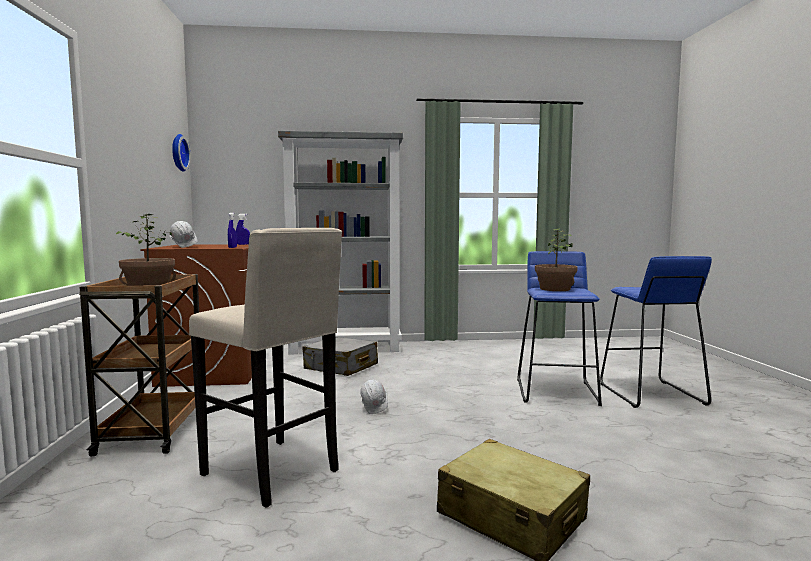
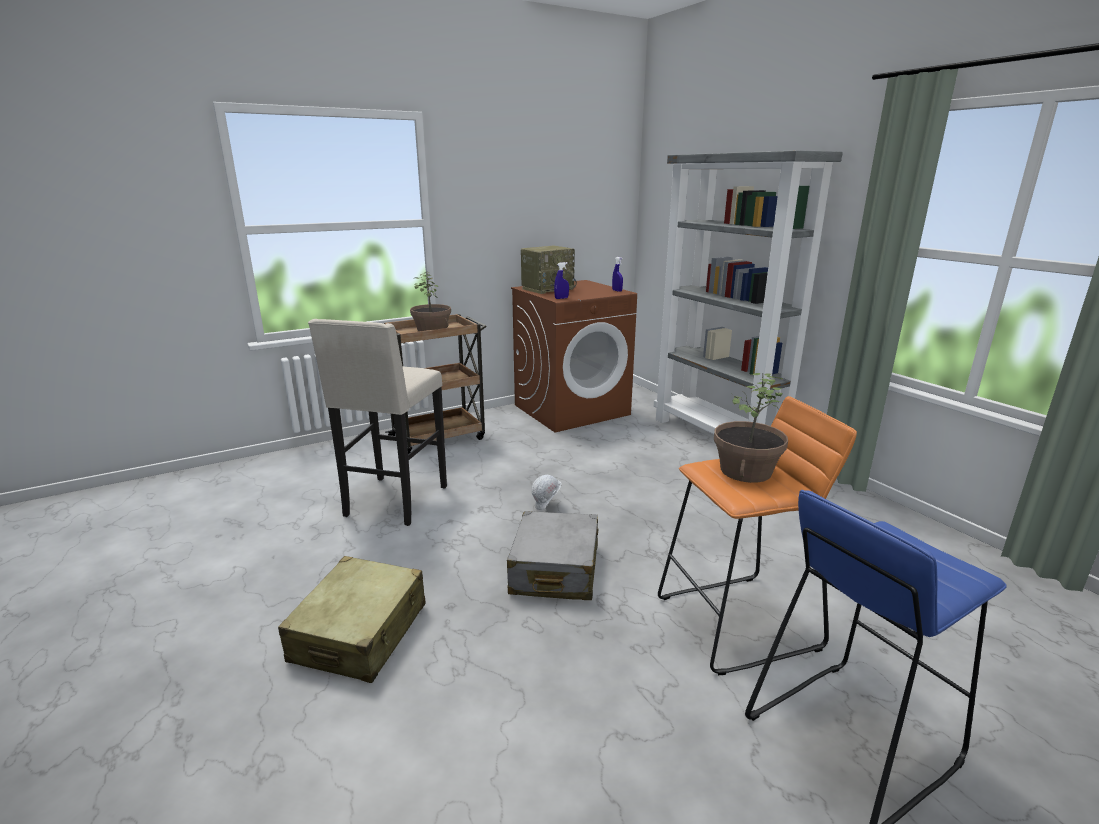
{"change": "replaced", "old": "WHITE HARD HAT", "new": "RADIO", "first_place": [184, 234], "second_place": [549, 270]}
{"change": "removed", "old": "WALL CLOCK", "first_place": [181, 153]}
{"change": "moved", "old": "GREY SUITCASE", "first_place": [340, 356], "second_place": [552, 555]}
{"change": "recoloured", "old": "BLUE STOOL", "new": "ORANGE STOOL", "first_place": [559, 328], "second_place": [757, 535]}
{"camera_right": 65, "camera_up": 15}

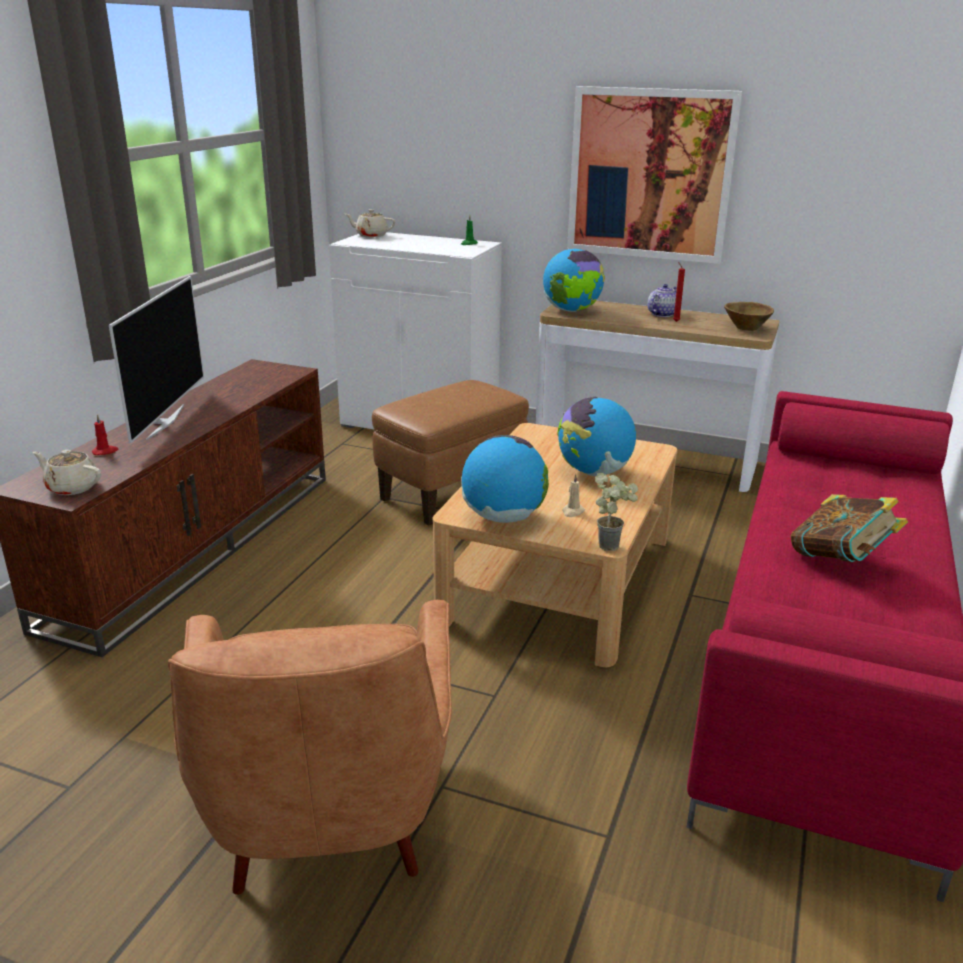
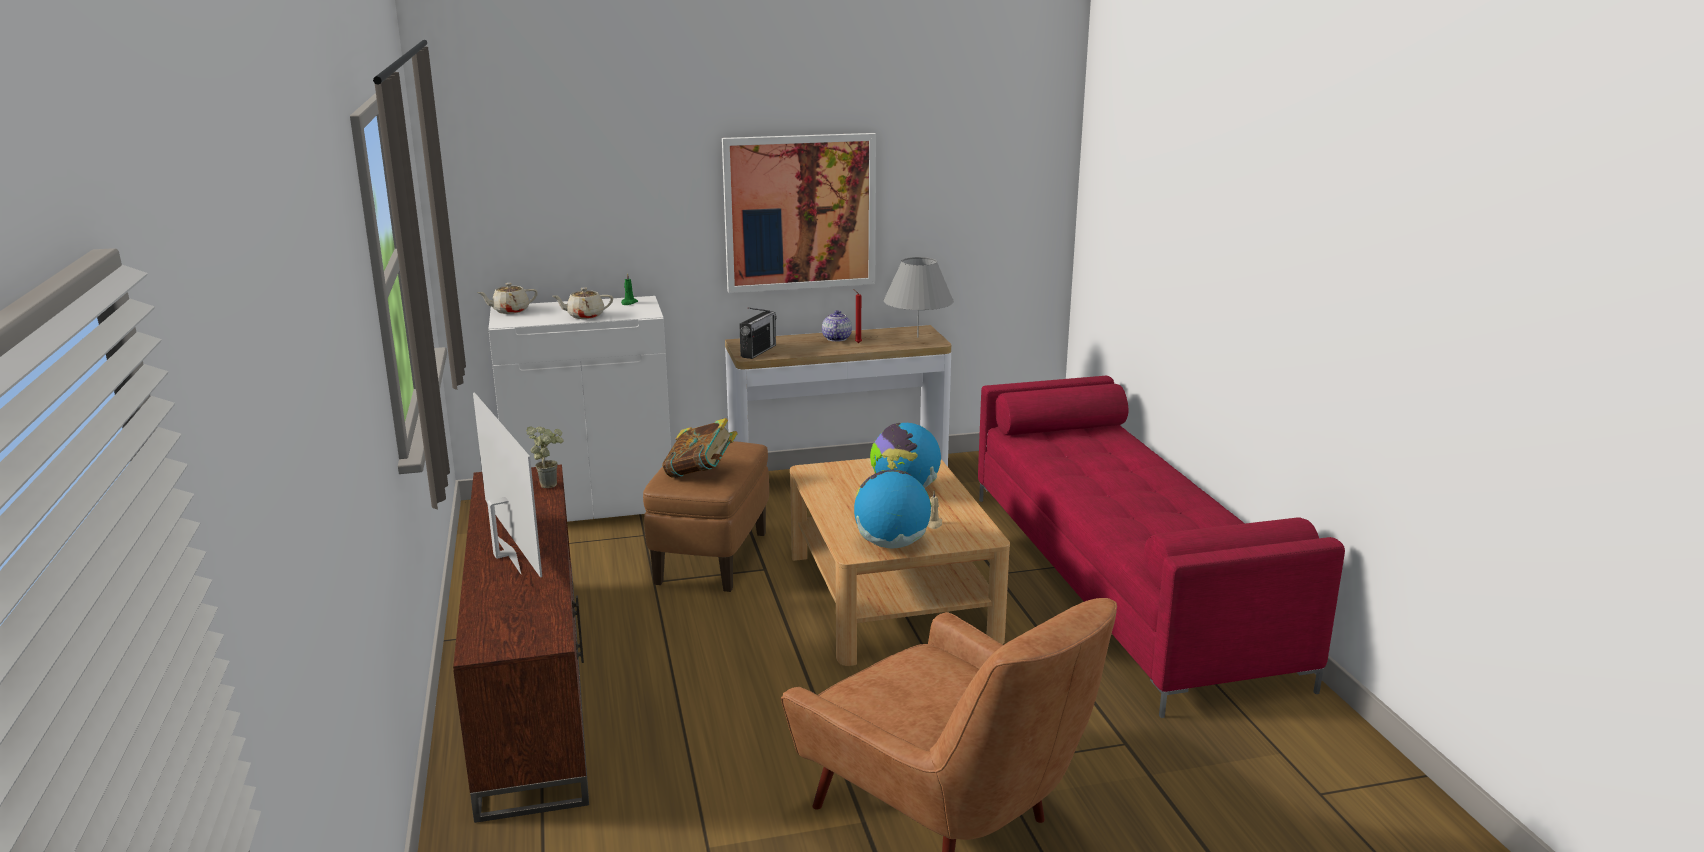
{"change": "moved", "old": "BEIGE TEAPOT", "first_place": [67, 472], "second_place": [583, 303]}
{"change": "removed", "old": "RED CANDLE", "first_place": [105, 434]}
{"change": "replaced", "old": "GLOBE", "new": "RADIO", "first_place": [574, 280], "second_place": [758, 333]}
{"change": "moved", "old": "POTTED PLANT", "first_place": [616, 512], "second_place": [544, 457]}
{"change": "replaced", "old": "BROWN BOWL", "new": "GREY TABLE LAMP", "first_place": [749, 316], "second_place": [918, 297]}
{"change": "moved", "old": "BOOK", "first_place": [849, 528], "second_place": [700, 448]}
{"camera_right": -35, "camera_up": -5}

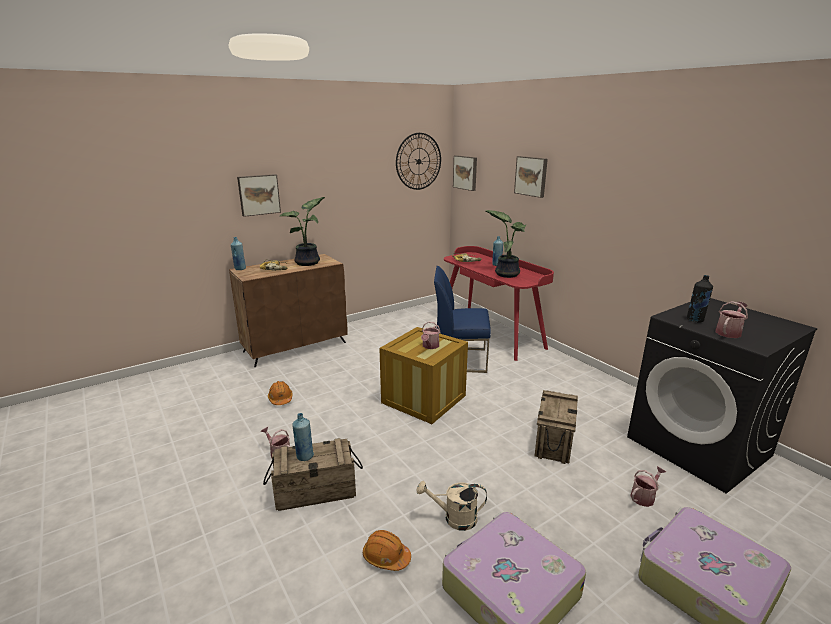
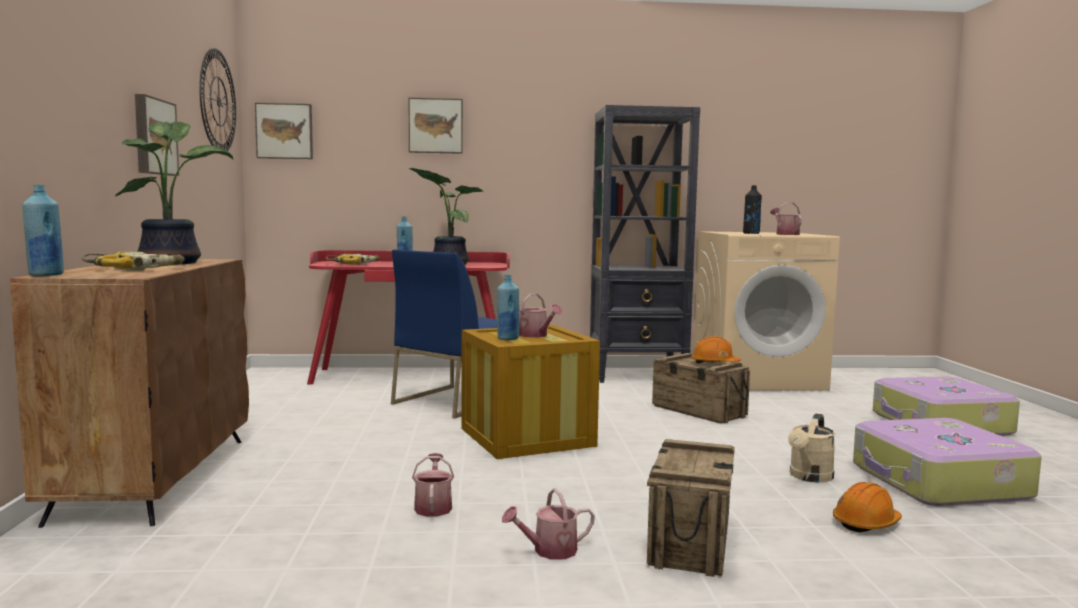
{"change": "moved", "old": "PICTURE", "first_place": [259, 195], "second_place": [157, 135]}
{"change": "moved", "old": "ORANGE HARD HAT", "first_place": [280, 393], "second_place": [716, 349]}
{"change": "moved", "old": "BLUE BOTTLE", "first_place": [303, 437], "second_place": [508, 307]}
{"change": "recoloured", "old": "BLACK WASHING MACHINE", "new": "BEIGE WASHING MACHINE", "first_place": [722, 396], "second_place": [767, 310]}
{"change": "moved", "old": "WATERING CAN", "first_place": [648, 486], "second_place": [433, 485]}
{"change": "added", "new": "BLACK BOOKCASE", "second_place": [645, 244]}
{"camera_right": -60, "camera_up": -15}

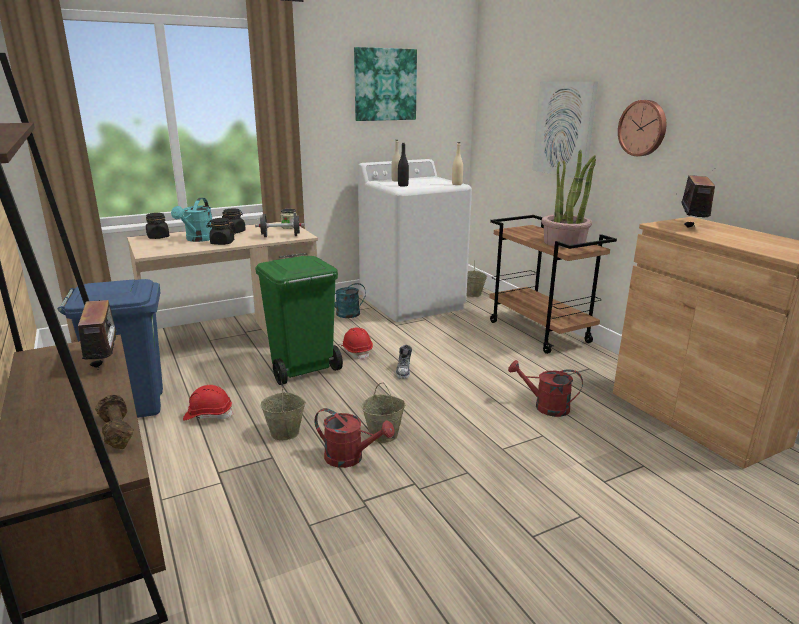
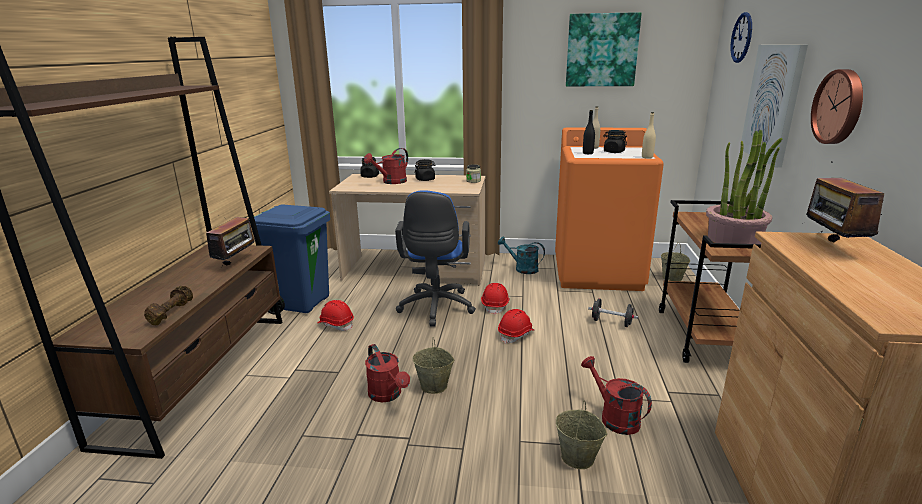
{"change": "recoloured", "old": "TURQUOISE WATERING CAN", "new": "RED WATERING CAN", "first_place": [191, 220], "second_place": [386, 166]}
{"change": "moved", "old": "BLACK JAR", "first_place": [220, 231], "second_place": [615, 141]}
{"change": "moved", "old": "BLACK DUMBBELL", "first_place": [280, 225], "second_place": [613, 312]}
{"change": "replaced", "old": "GREEN TRASH CAN", "new": "BLUE OFFICE CHAIR", "first_place": [299, 320], "second_place": [435, 258]}
{"change": "moved", "old": "BEIGE BUCKET", "first_place": [283, 410], "second_place": [581, 434]}
{"change": "recoloured", "old": "WHITE WASHING MACHINE", "new": "ORANGE WASHING MACHINE", "first_place": [415, 240], "second_place": [609, 209]}
{"change": "replaced", "old": "SHOE", "new": "RED HARD HAT", "first_place": [404, 362], "second_place": [516, 326]}
{"change": "turned", "old": "RADIO", "first_place": [695, 198], "second_place": [843, 210], "degrees": 135}
{"change": "added", "new": "WALL CLOCK", "second_place": [741, 37]}
{"camera_right": 35, "camera_up": 0}

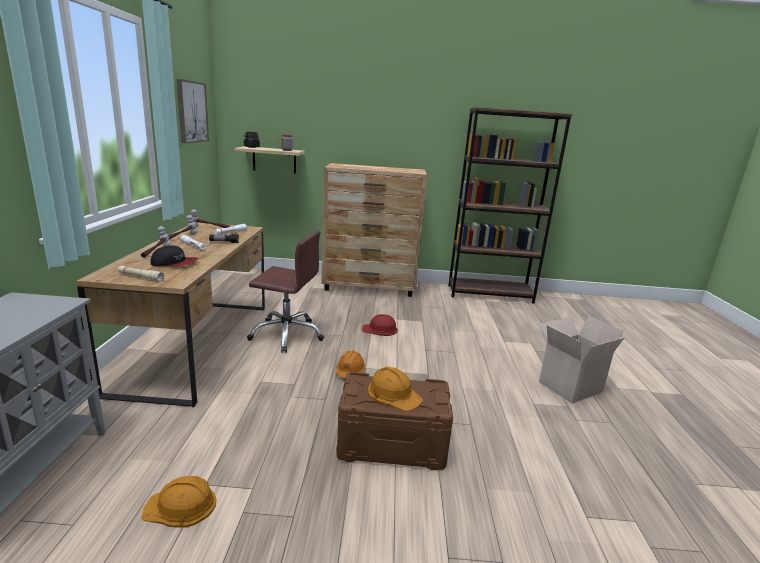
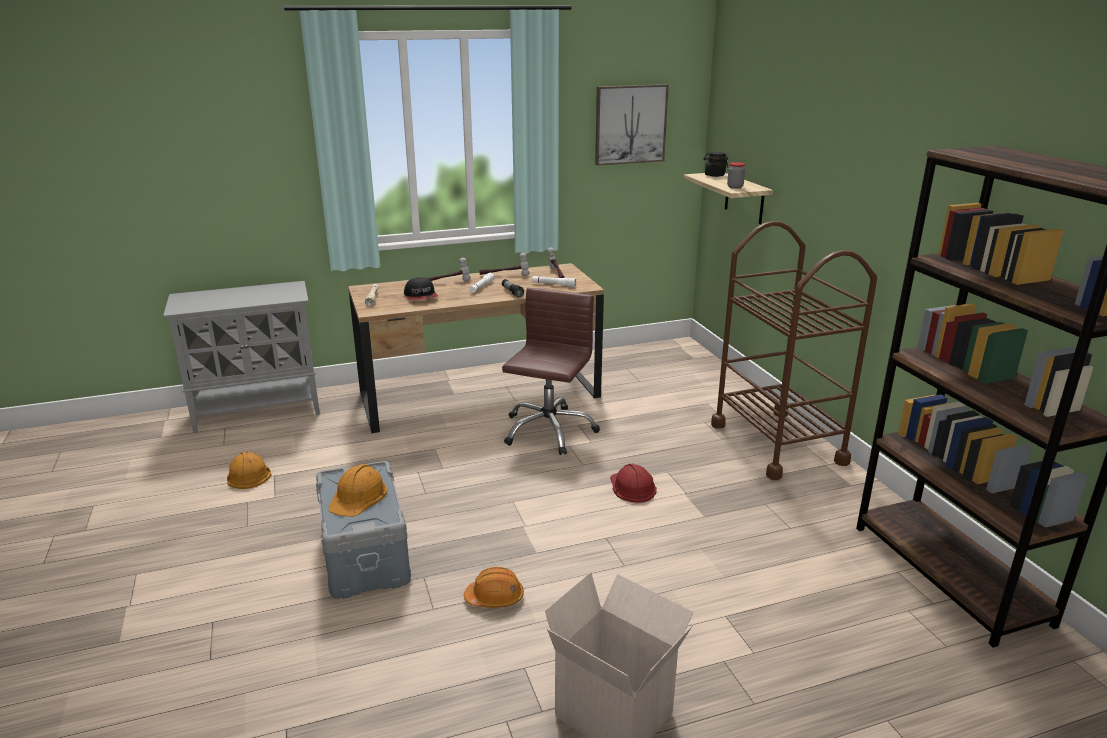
{"change": "turned", "old": "BROWN OFFICE CHAIR", "first_place": [285, 291], "second_place": [551, 371], "degrees": -150}
{"change": "replaced", "old": "BROWN DRESSER", "new": "BROWN CART", "first_place": [374, 230], "second_place": [794, 350]}
{"change": "moved", "old": "ORANGE HARD HAT", "first_place": [350, 364], "second_place": [494, 587]}
{"change": "recoloured", "old": "BROWN STORAGE BOX", "new": "GREY STORAGE BOX", "first_place": [394, 421], "second_place": [363, 530]}
{"camera_right": 70, "camera_up": 5}

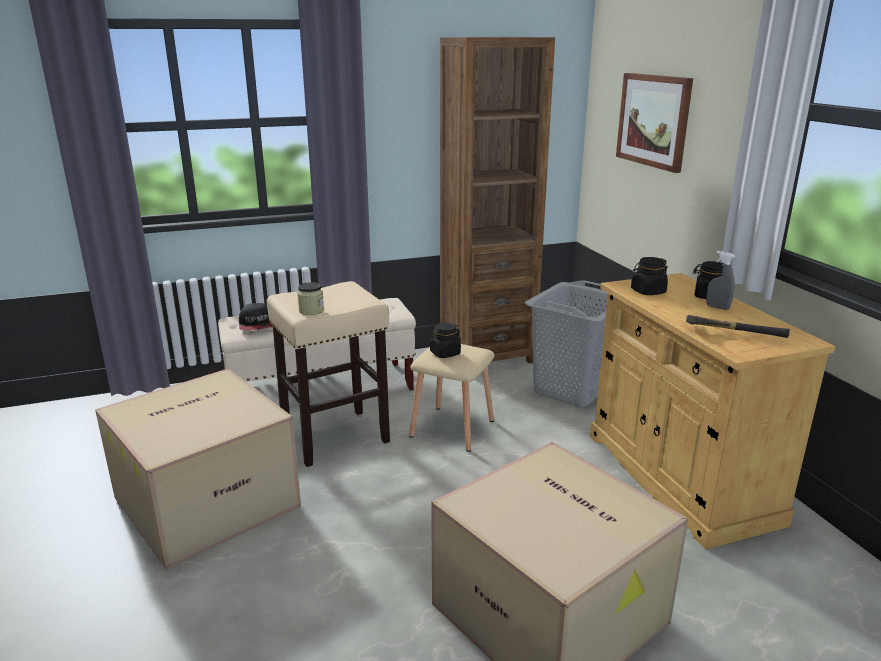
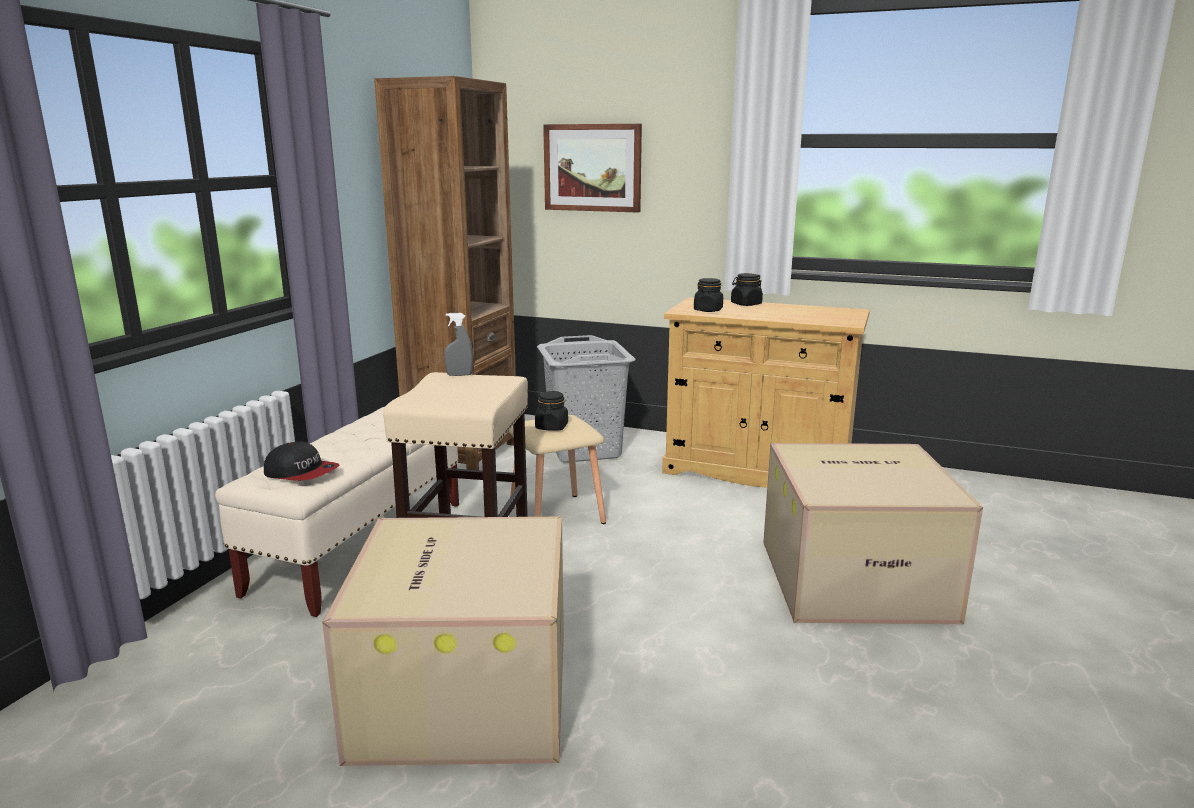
{"change": "removed", "old": "JAR", "first_place": [310, 298]}
{"change": "removed", "old": "HAMMER", "first_place": [738, 326]}
{"change": "moved", "old": "GREY SPRAY BOTTLE", "first_place": [720, 280], "second_place": [458, 344]}
{"camera_right": -50, "camera_up": -5}

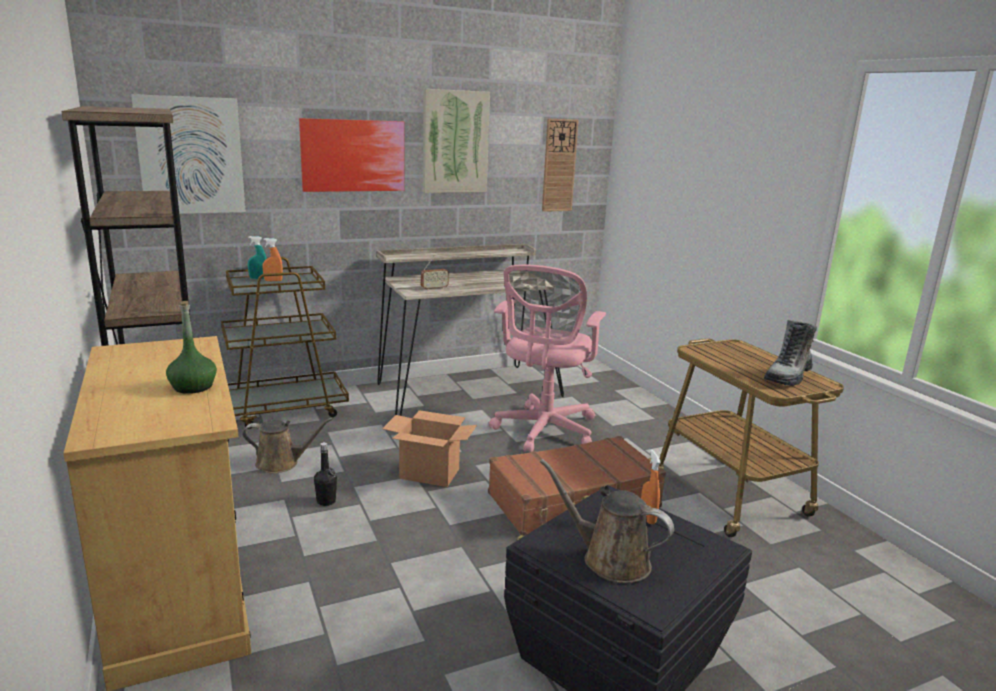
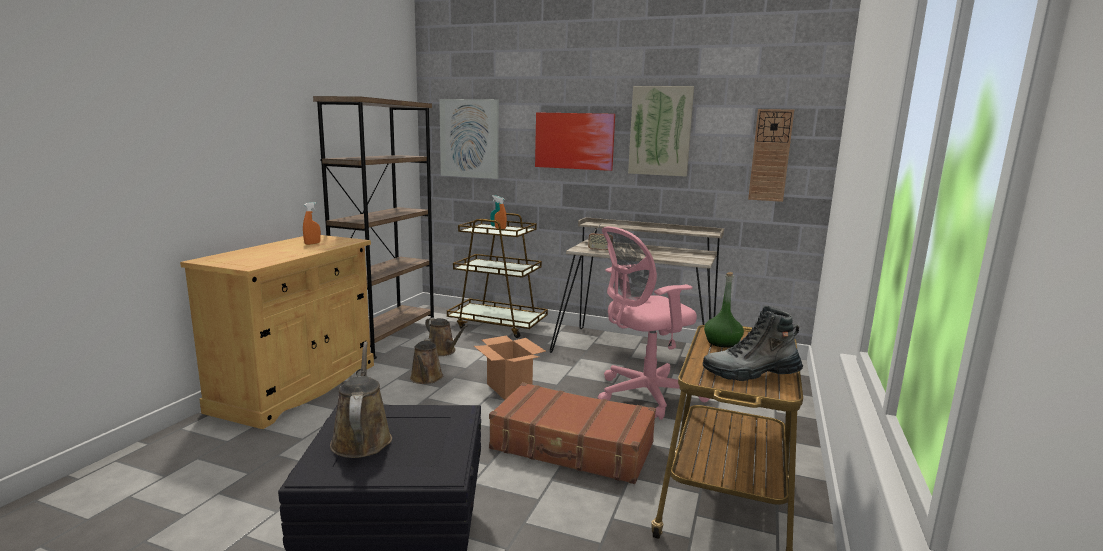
{"change": "moved", "old": "GREEN BOTTLE", "first_place": [191, 347], "second_place": [724, 310]}
{"change": "replaced", "old": "BLACK BOTTLE", "new": "BROWN WATERING CAN", "first_place": [325, 474], "second_place": [426, 361]}
{"change": "moved", "old": "ORANGE SPRAY BOTTLE", "first_place": [651, 486], "second_place": [312, 223]}
{"camera_right": 45, "camera_up": -5}

